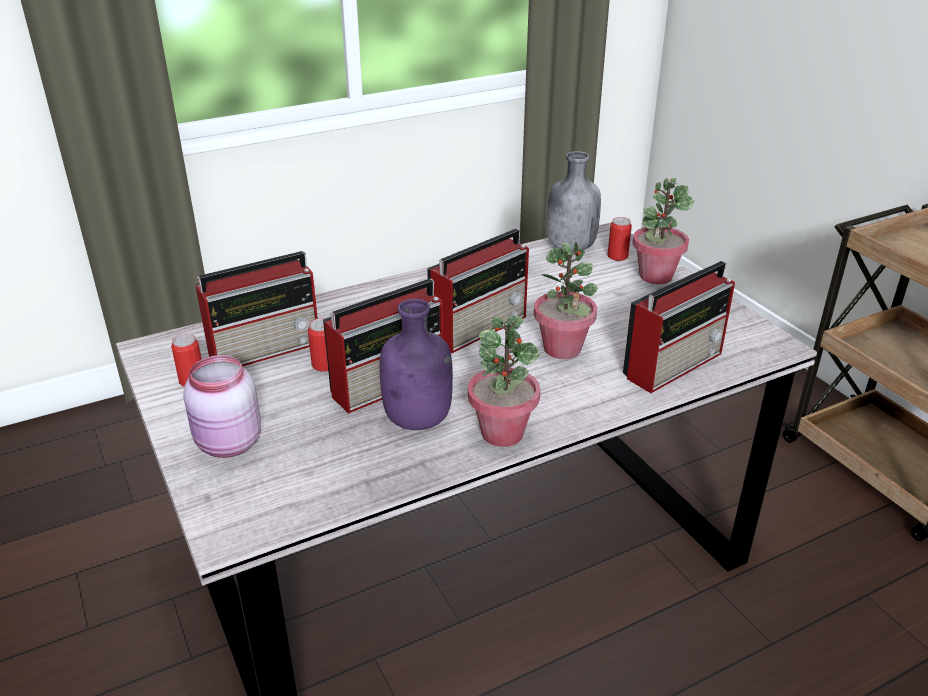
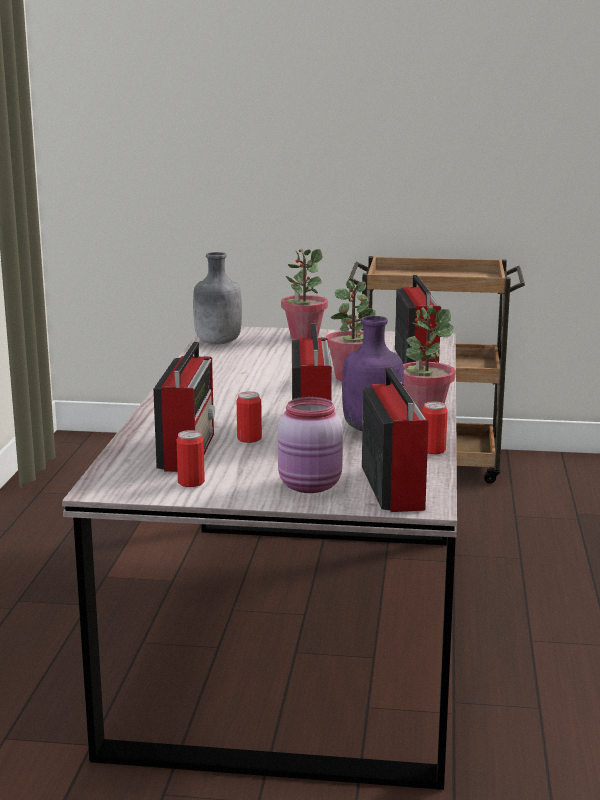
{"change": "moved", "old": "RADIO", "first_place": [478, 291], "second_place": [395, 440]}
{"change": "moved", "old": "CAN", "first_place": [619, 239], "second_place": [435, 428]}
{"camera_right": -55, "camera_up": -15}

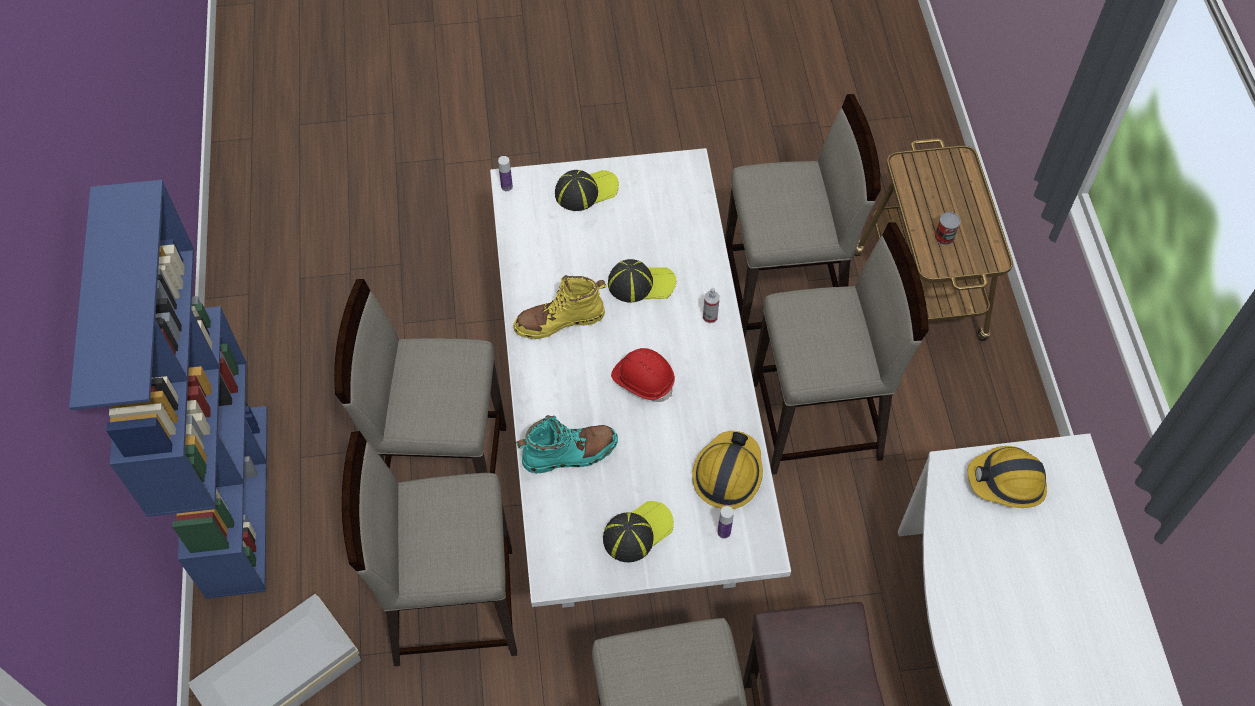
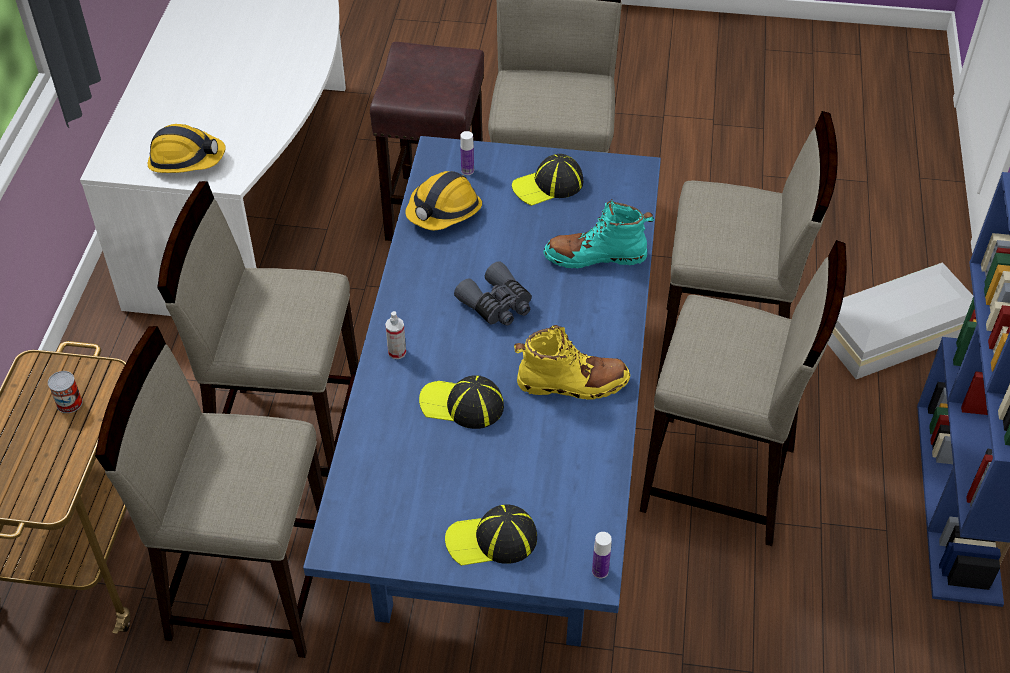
{"change": "recoloured", "old": "WHITE DINING TABLE", "new": "BLUE DINING TABLE", "first_place": [640, 378], "second_place": [482, 391]}
{"change": "replaced", "old": "RED HARD HAT", "new": "GREY BINOCULARS", "first_place": [643, 375], "second_place": [493, 293]}
{"camera_right": -165, "camera_up": -10}

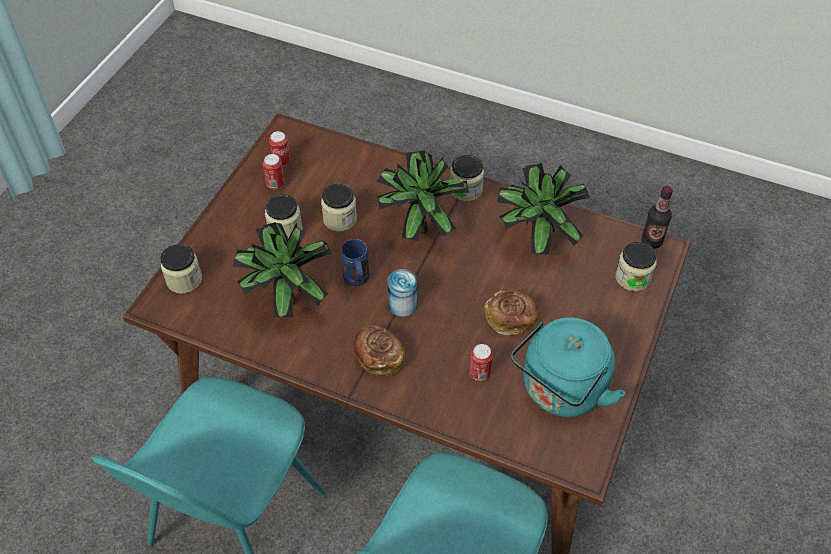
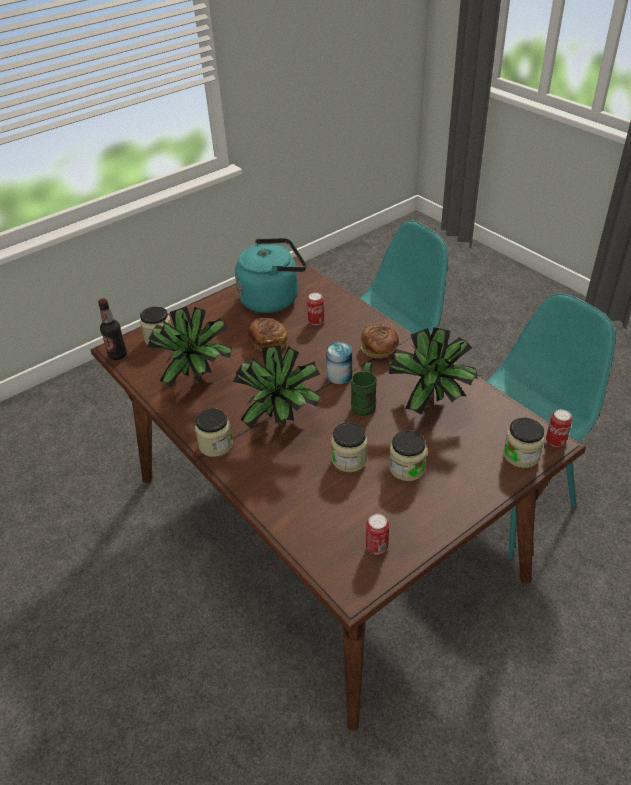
{"change": "moved", "old": "CAN", "first_place": [274, 171], "second_place": [559, 428]}
{"change": "recoloured", "old": "BLUE MUG", "new": "GREEN MUG", "first_place": [355, 262], "second_place": [363, 389]}
{"camera_right": -150, "camera_up": -10}

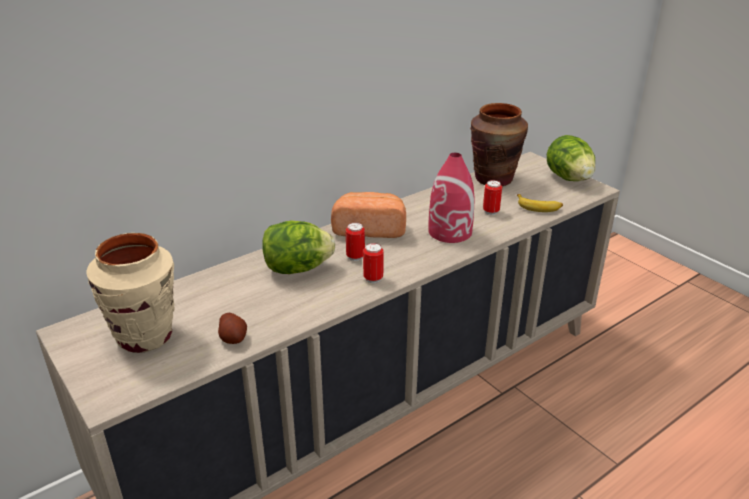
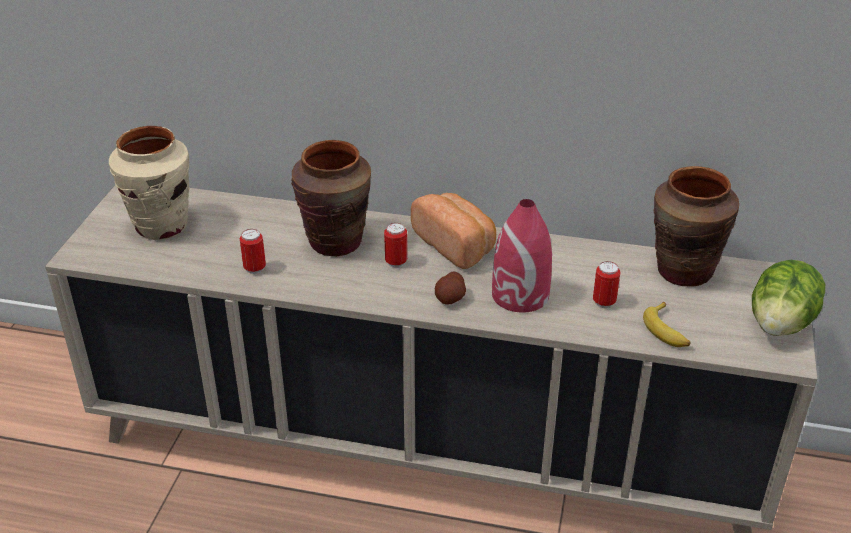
{"change": "moved", "old": "POTATO", "first_place": [232, 328], "second_place": [450, 288]}
{"change": "replaced", "old": "LETTUCE", "new": "BROWN VASE", "first_place": [298, 247], "second_place": [331, 198]}
{"change": "moved", "old": "CAN", "first_place": [373, 263], "second_place": [253, 251]}
{"camera_right": 50, "camera_up": 5}

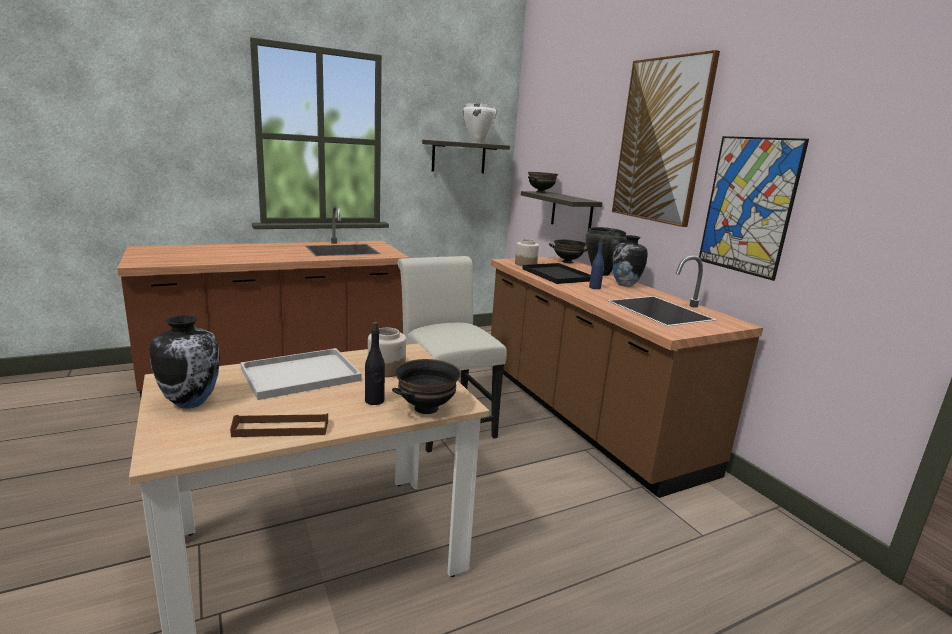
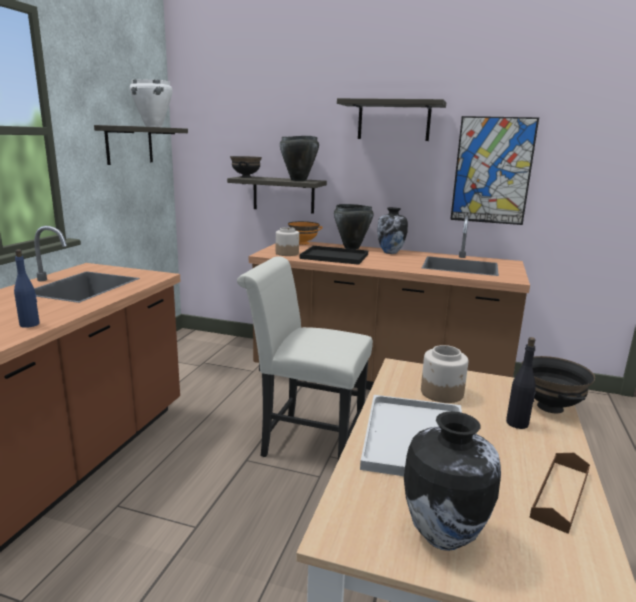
{"change": "recoloured", "old": "BLACK BOWL", "new": "ORANGE BOWL", "first_place": [568, 251], "second_place": [305, 233]}
{"change": "moved", "old": "BLUE BOTTLE", "first_place": [596, 263], "second_place": [27, 288]}
{"change": "replaced", "old": "PICTURE", "new": "SHELF", "first_place": [666, 138], "second_place": [391, 119]}
{"change": "added", "new": "BLACK COOKING POT", "second_place": [299, 158]}
{"camera_right": -45, "camera_up": 0}

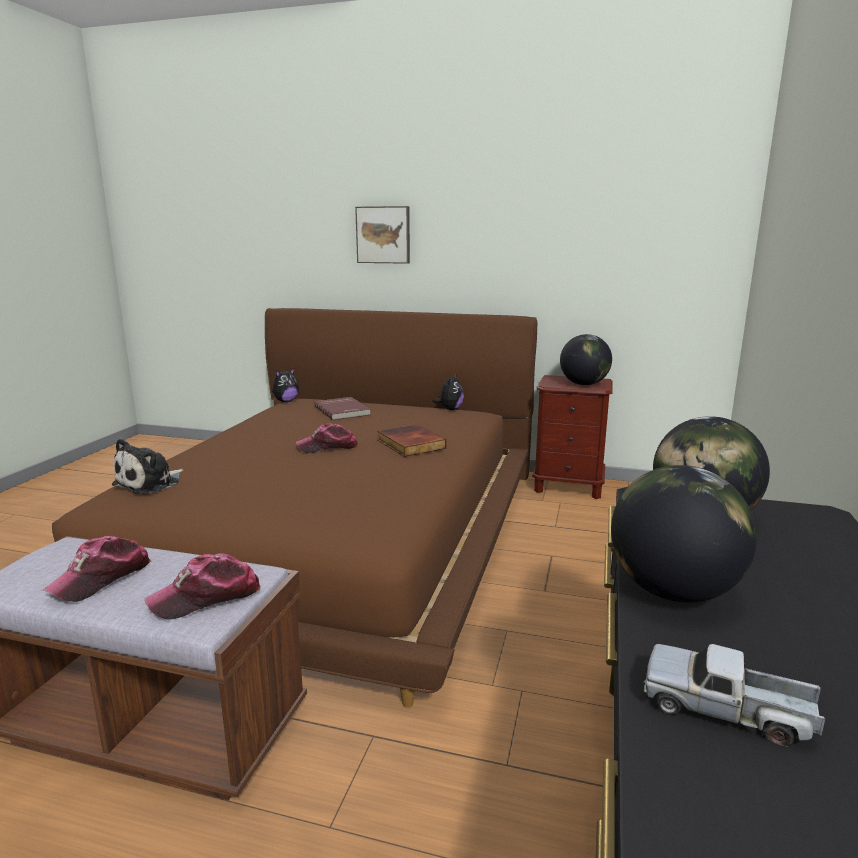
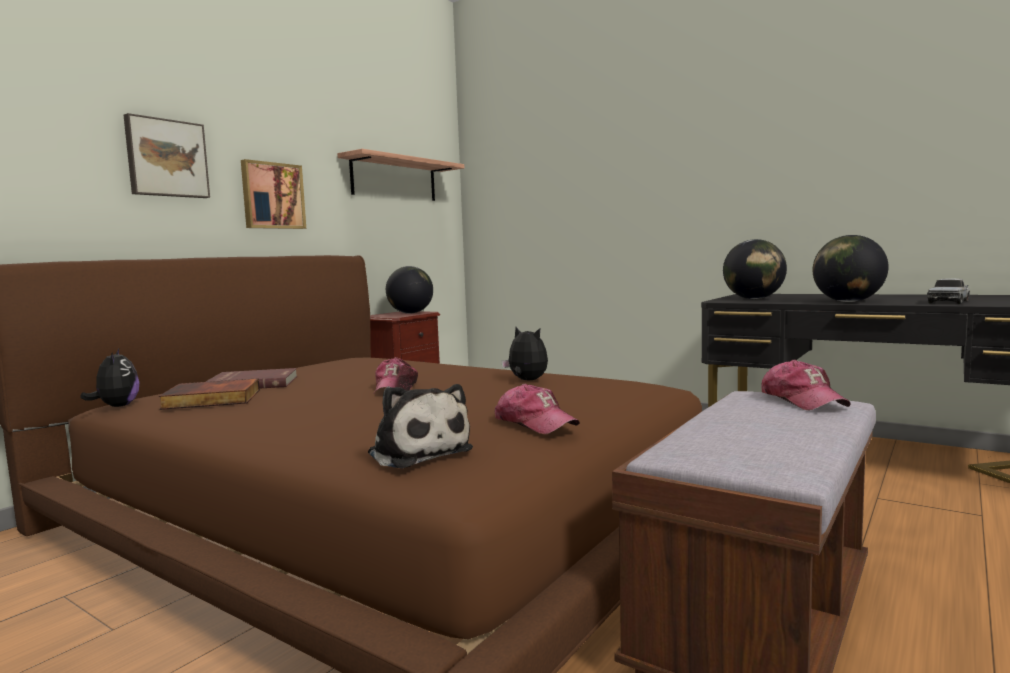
{"change": "moved", "old": "CAP", "first_place": [97, 569], "second_place": [537, 409]}
{"change": "moved", "old": "BOOK", "first_place": [411, 441], "second_place": [209, 394]}
{"change": "moved", "old": "PLUSH TOY", "first_place": [448, 391], "second_place": [524, 353]}
{"change": "added", "new": "PICTURE", "second_place": [273, 194]}
{"change": "added", "new": "SHELF", "second_place": [400, 175]}
{"camera_right": -70, "camera_up": -10}

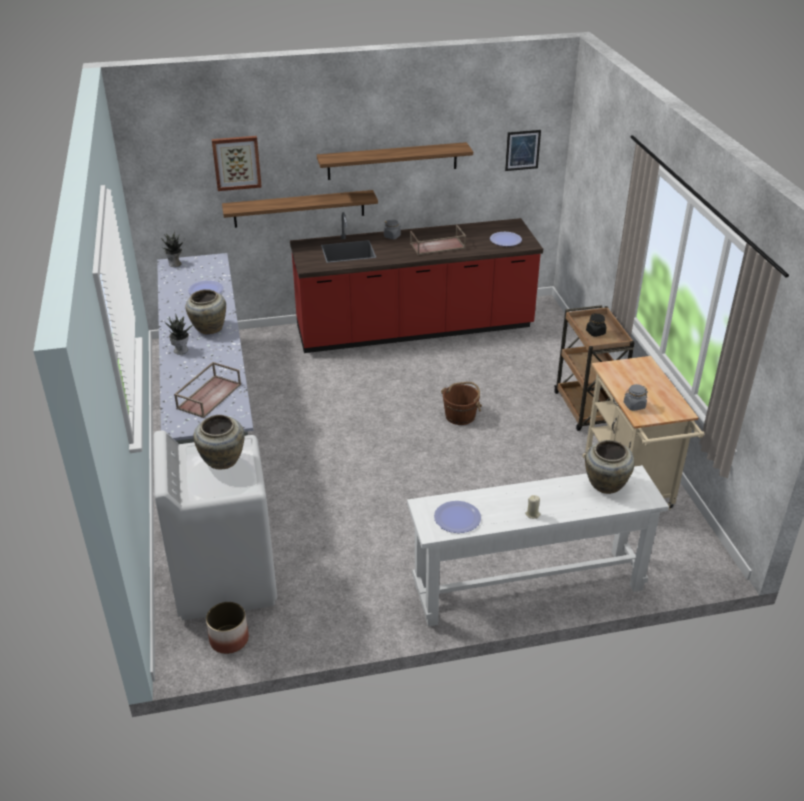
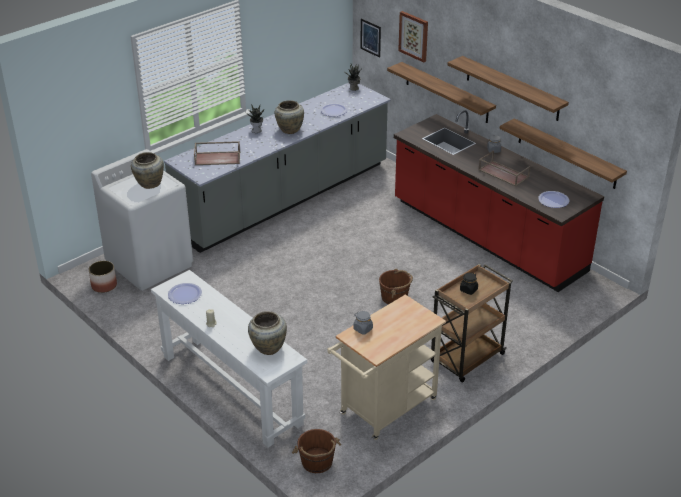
{"change": "moved", "old": "PICTURE", "first_place": [523, 150], "second_place": [370, 38]}
{"change": "added", "new": "BROWN BUCKET", "second_place": [316, 451]}
{"change": "added", "new": "SHELF", "second_place": [563, 153]}
{"camera_right": 60, "camera_up": 0}

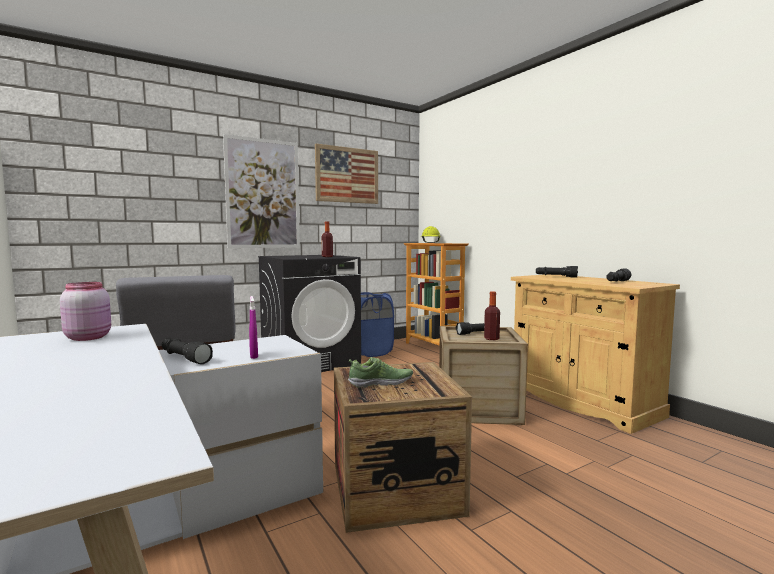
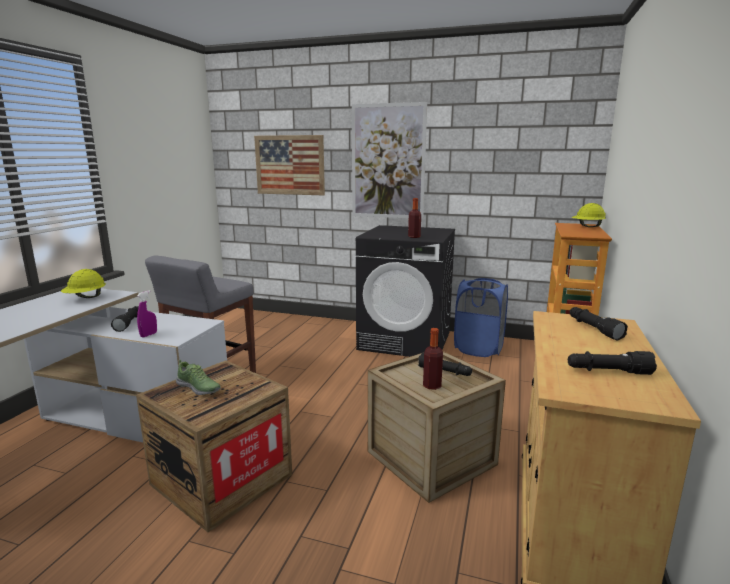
{"change": "replaced", "old": "PINK JAR", "new": "YELLOW HARD HAT", "first_place": [85, 311], "second_place": [83, 283]}
{"change": "moved", "old": "PICTURE", "first_place": [346, 173], "second_place": [289, 165]}
{"camera_right": 50, "camera_up": 10}

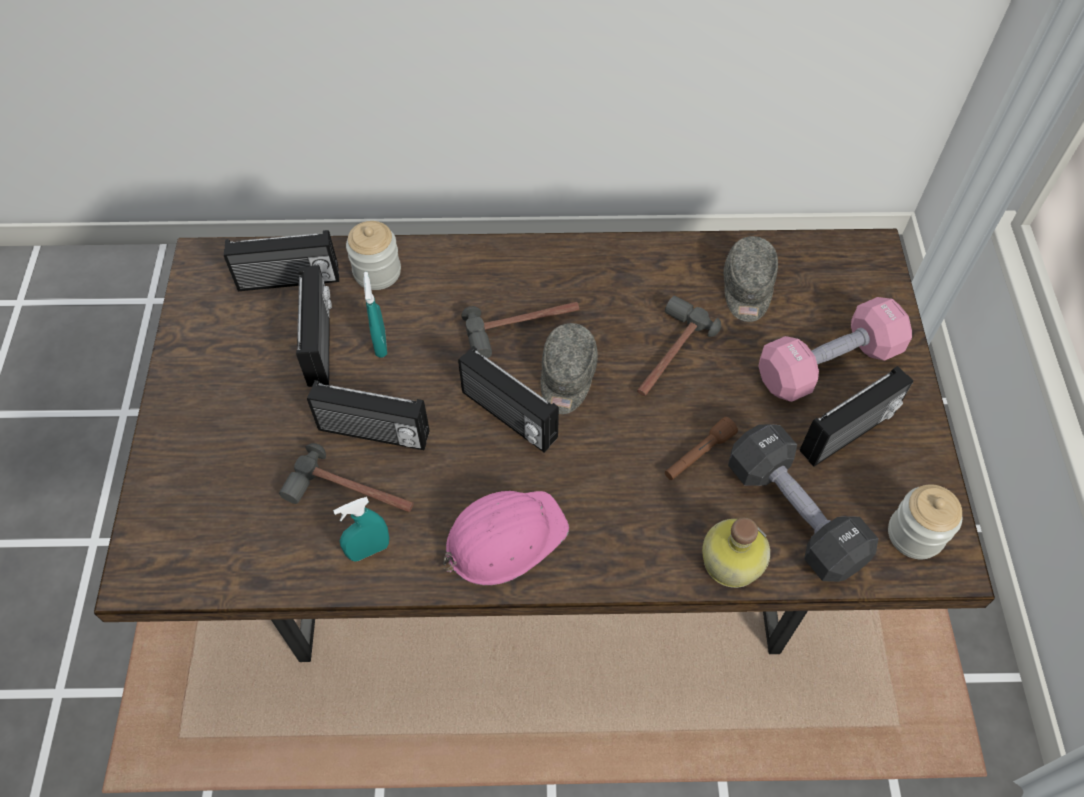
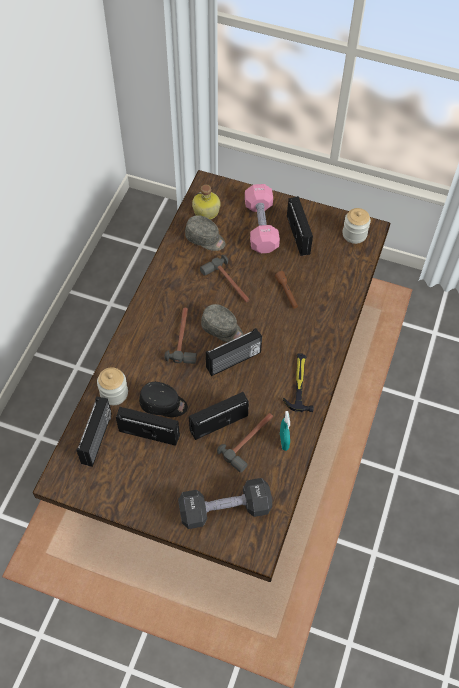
{"change": "turned", "old": "RADIO", "first_place": [368, 415], "second_place": [219, 416], "degrees": -150}
{"change": "replaced", "old": "TURQUOISE SPRAY BOTTLE", "new": "BLACK CAP", "first_place": [375, 315], "second_place": [163, 399]}
{"change": "replaced", "old": "PINK HARD HAT", "new": "HAMMER", "first_place": [506, 538], "second_place": [298, 382]}
{"change": "moved", "old": "BOTTLE", "first_place": [736, 553], "second_place": [206, 202]}
{"change": "moved", "old": "BLACK DUMBBELL", "first_place": [803, 503], "second_place": [225, 503]}
{"camera_right": -70, "camera_up": 0}

